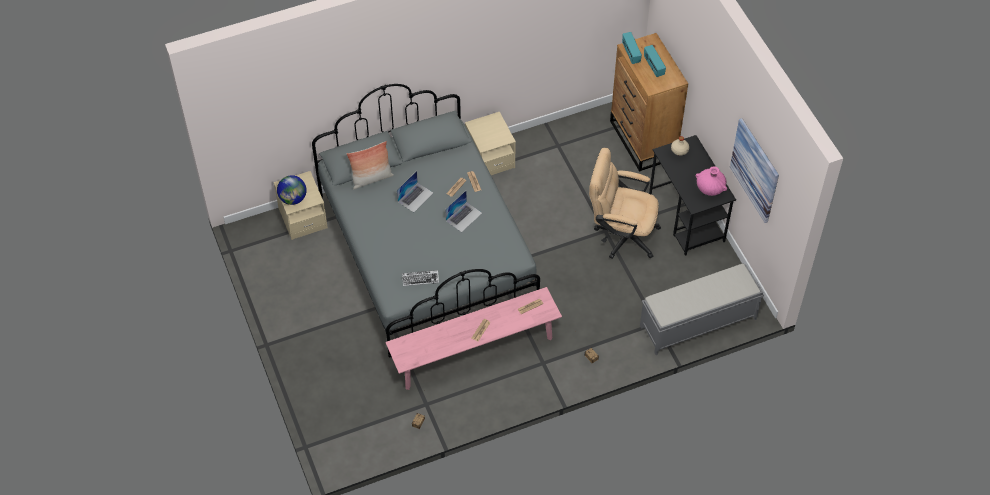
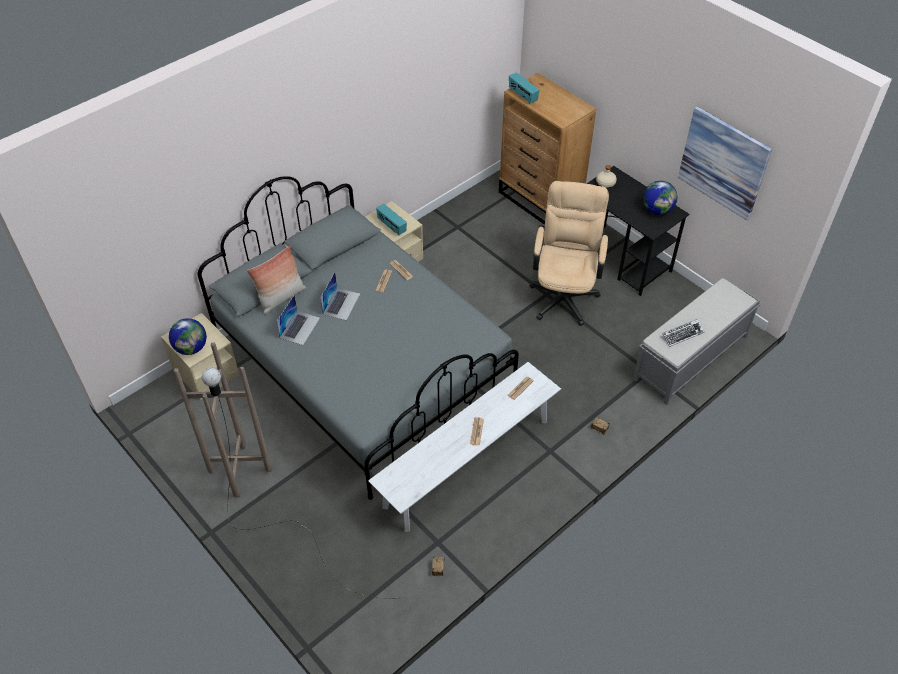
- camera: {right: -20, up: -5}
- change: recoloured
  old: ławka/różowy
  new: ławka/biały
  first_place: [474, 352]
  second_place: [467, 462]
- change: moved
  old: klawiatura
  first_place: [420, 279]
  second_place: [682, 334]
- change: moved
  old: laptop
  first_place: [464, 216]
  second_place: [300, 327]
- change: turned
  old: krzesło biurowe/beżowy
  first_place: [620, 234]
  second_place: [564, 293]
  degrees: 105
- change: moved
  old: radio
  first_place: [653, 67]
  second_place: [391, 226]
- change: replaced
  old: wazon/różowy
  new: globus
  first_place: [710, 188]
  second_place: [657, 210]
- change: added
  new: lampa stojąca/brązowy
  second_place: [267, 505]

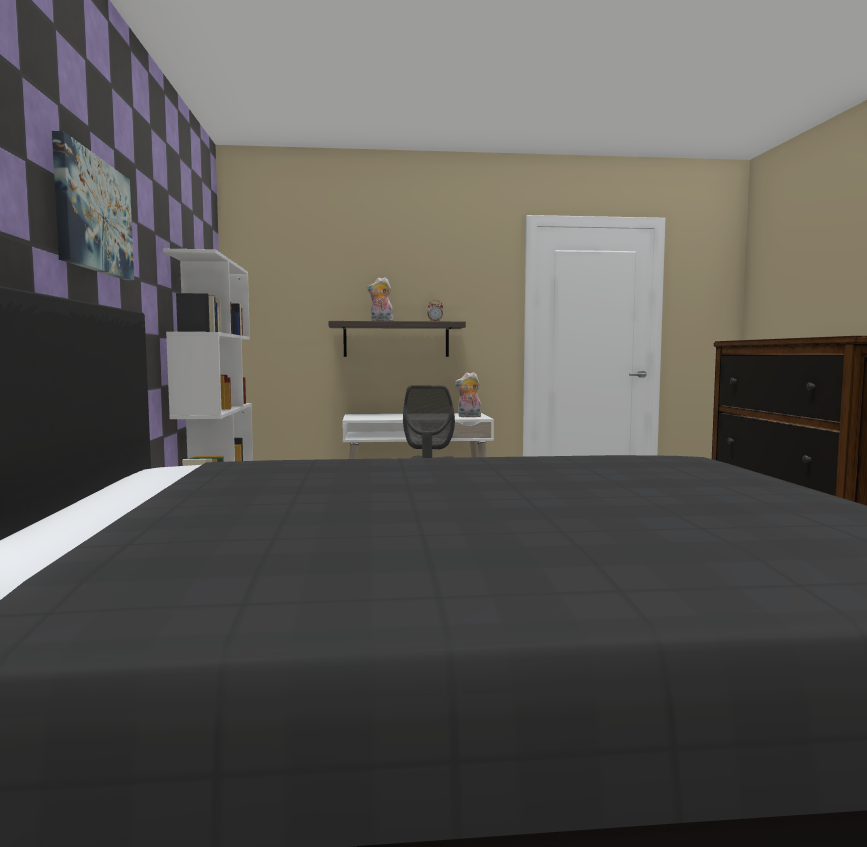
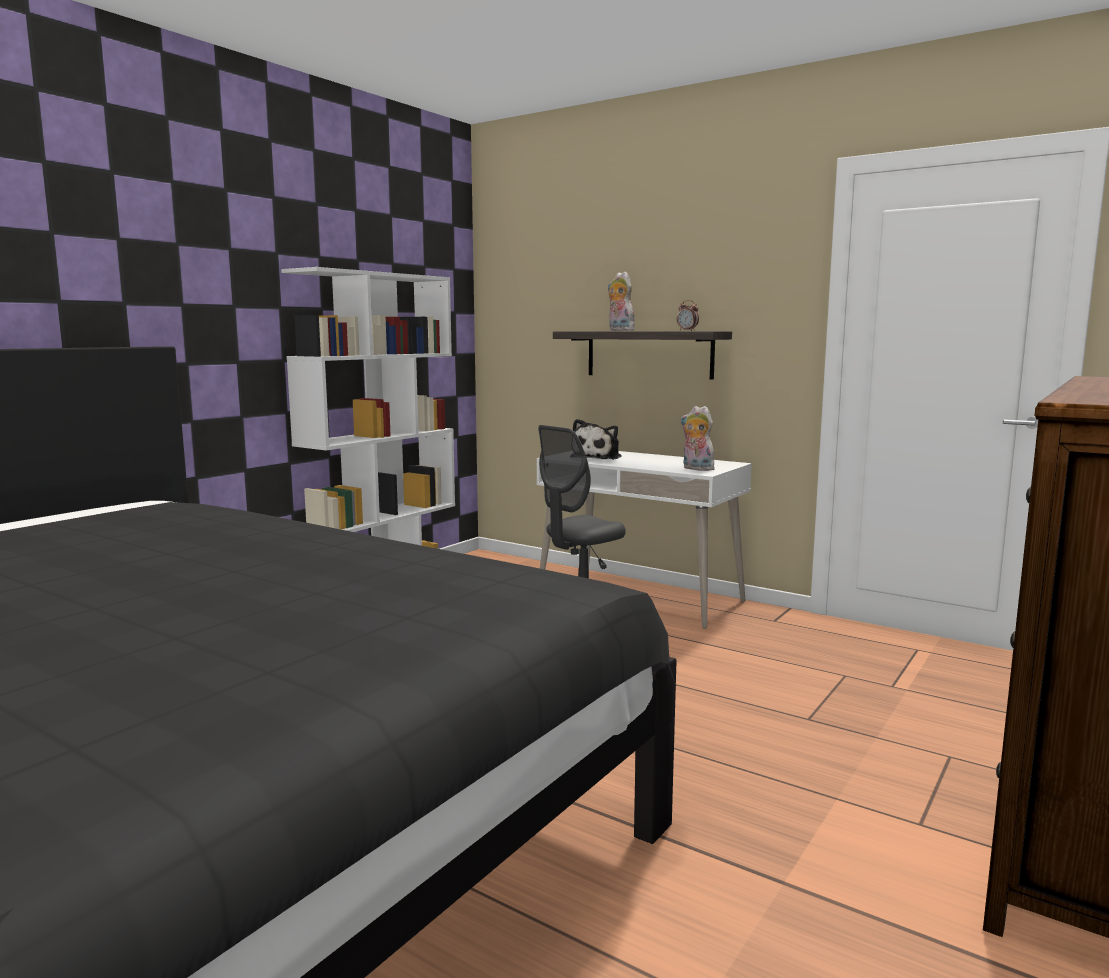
- camera: {right: 40, up: 5}
- change: removed
  old: obraz
  first_place: [93, 215]
- change: added
  new: pluszak
  second_place: [598, 457]

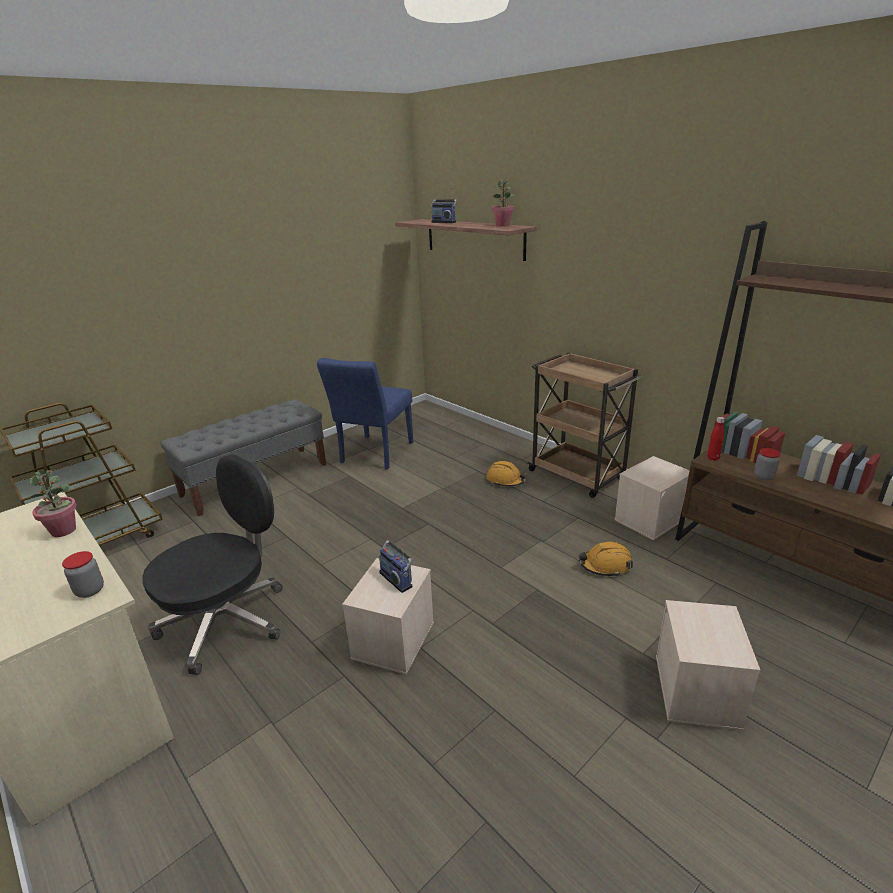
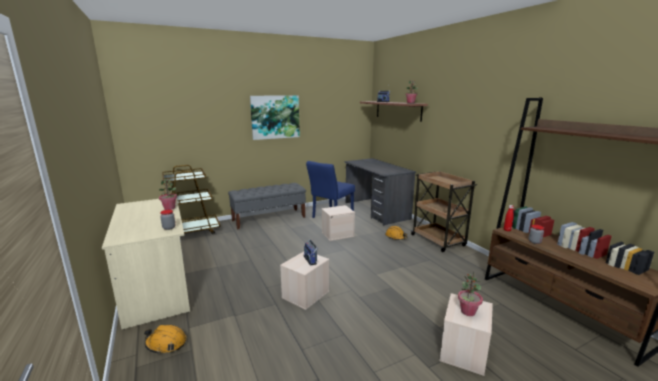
- camera: {right: 15, up: -10}
- change: removed
  old: krzesło biurowe/czarny
  first_place: [227, 621]
- change: moved
  old: kask/pomarańczowy
  first_place: [605, 565]
  second_place: [166, 343]
- change: moved
  old: pojemnik do przechowywania/beżowy
  first_place: [650, 519]
  second_place: [337, 234]
- change: added
  new: obraz
  second_place: [275, 117]
- change: added
  new: biurko/szary
  second_place: [376, 211]
- change: added
  new: roślina doniczkowa
  second_place: [468, 312]

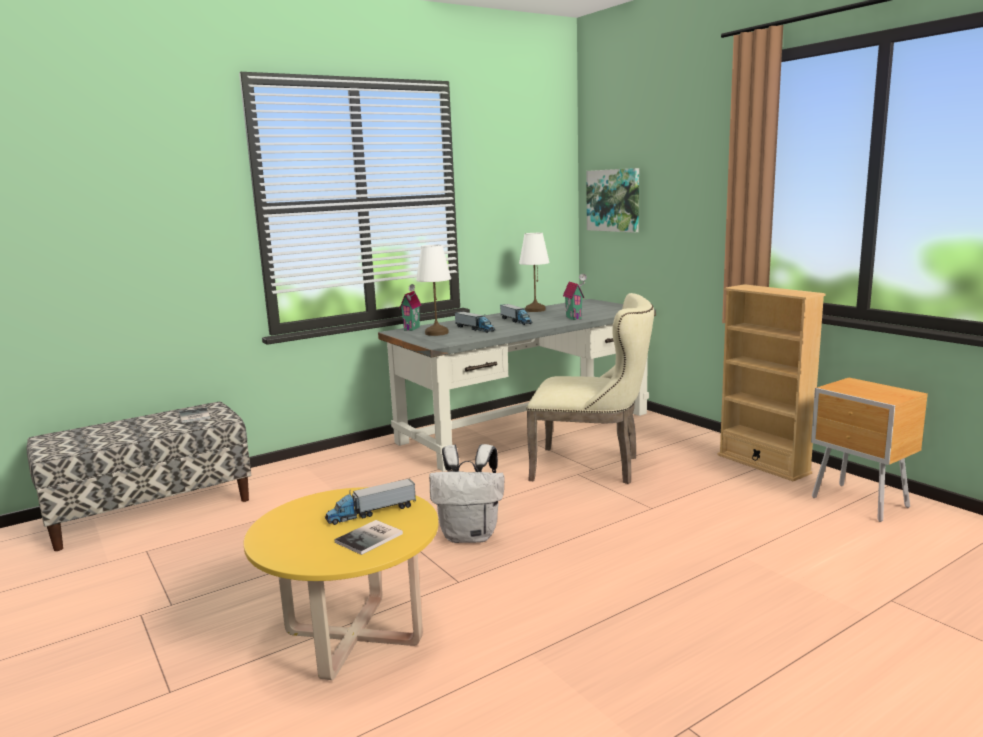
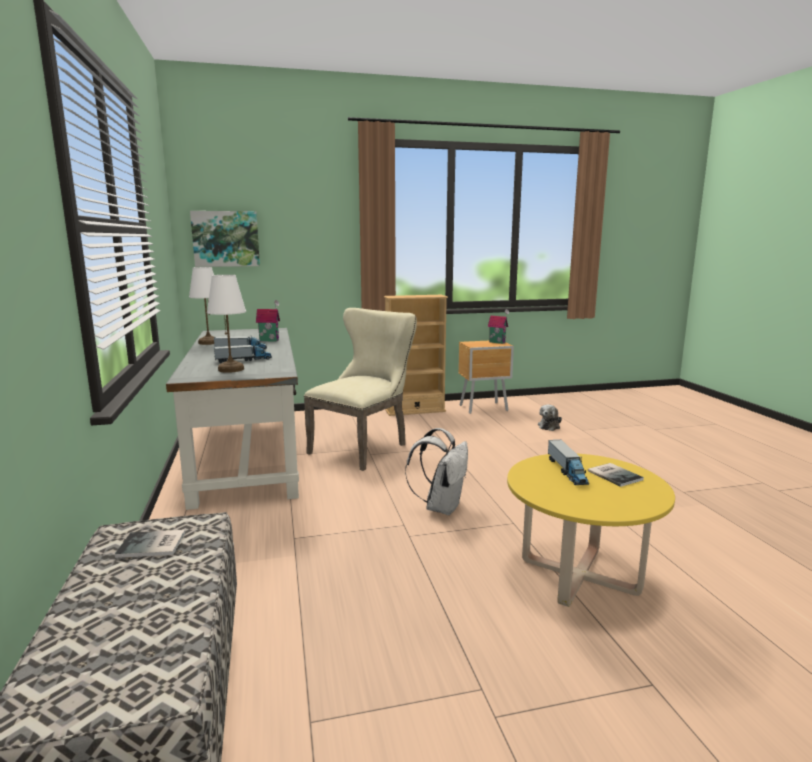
- camera: {right: -70, up: 0}
- change: moved
  old: domek
  first_place: [413, 328]
  second_place: [497, 342]
- change: added
  new: pluszak
  second_place: [549, 426]

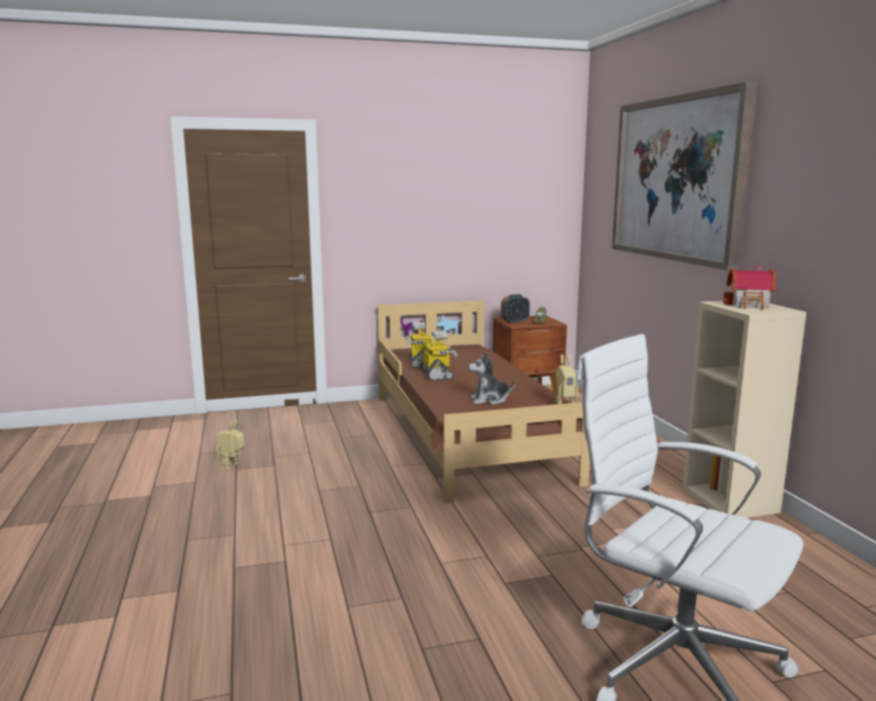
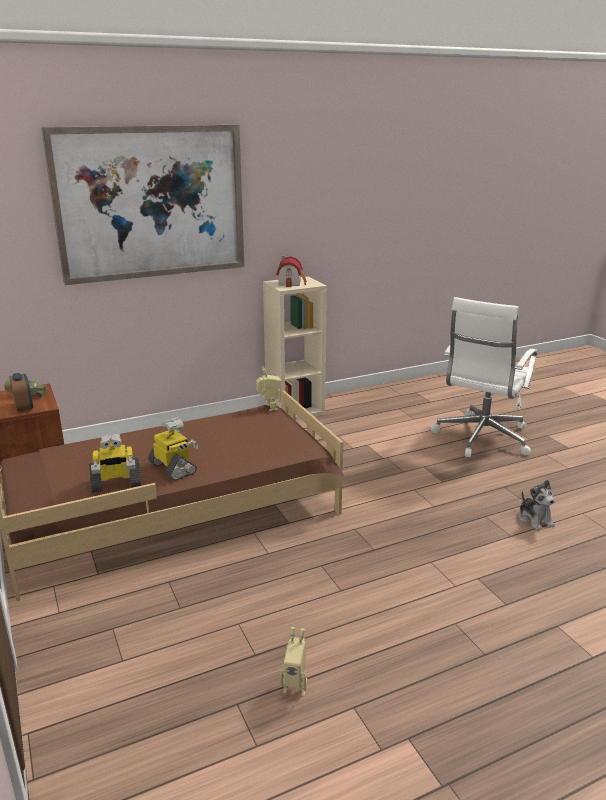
- camera: {right: -100, up: 10}
- change: turned
  old: robot zabawkowy
  first_place: [437, 375]
  second_place: [174, 468]
  degrees: 75
- change: moved
  old: pluszak
  first_place: [489, 400]
  second_place: [535, 519]

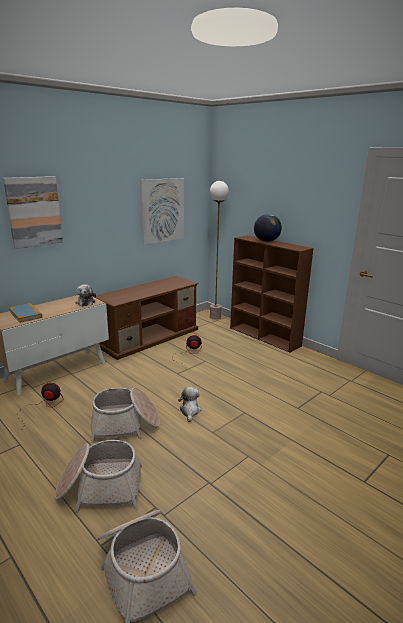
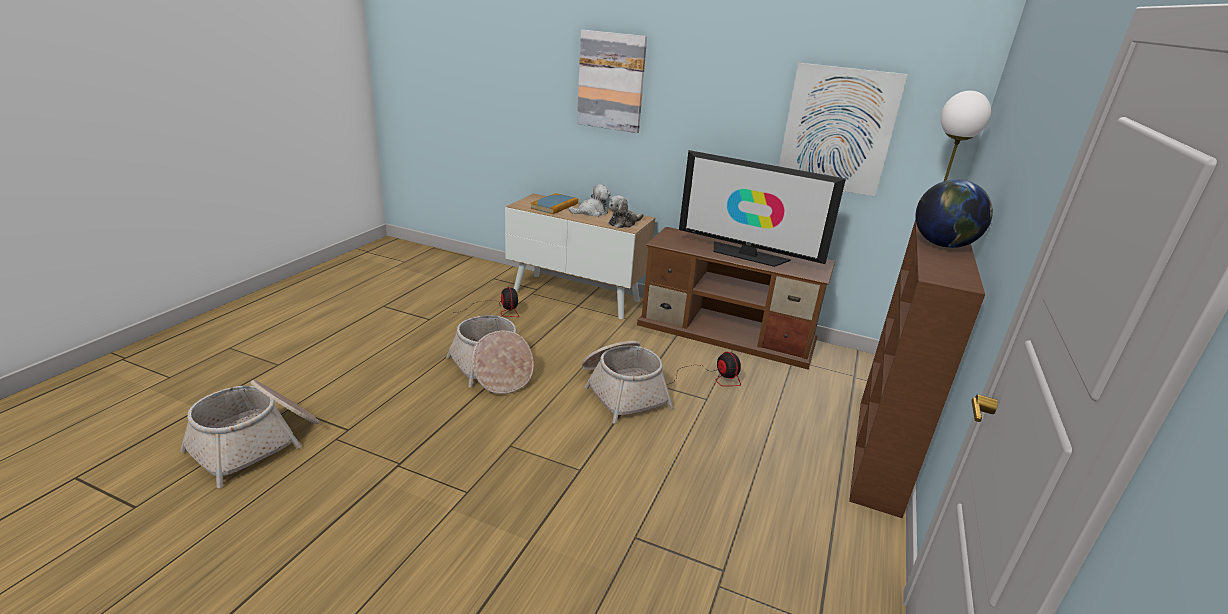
- camera: {right: 65, up: 5}
- change: moved
  old: koszyk
  first_place: [100, 487]
  second_place: [622, 391]
- change: moved
  old: pluszak
  first_place: [190, 411]
  second_place: [591, 212]
- change: added
  new: telewizor
  second_place: [747, 255]

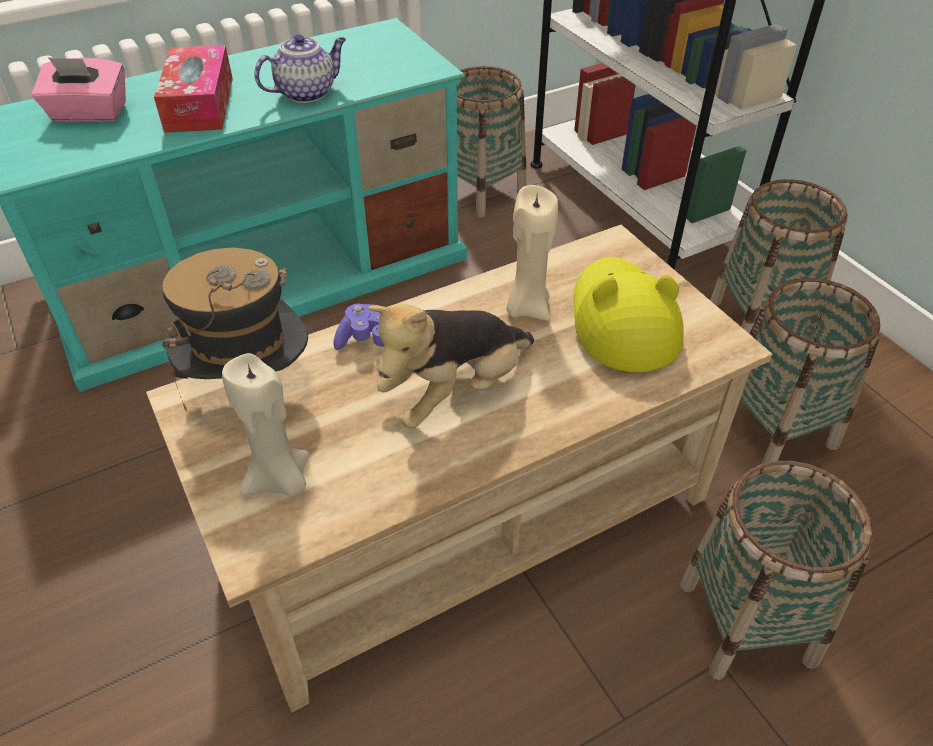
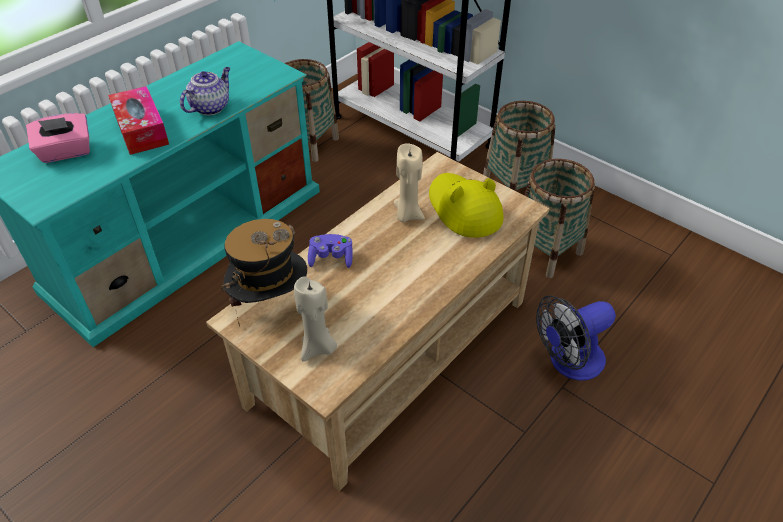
- camera: {right: -20, up: 0}
- change: removed
  old: pluszak
  first_place: [455, 392]
- change: replaced
  old: koszyk
  new: wentylator
  first_place: [747, 622]
  second_place: [568, 362]

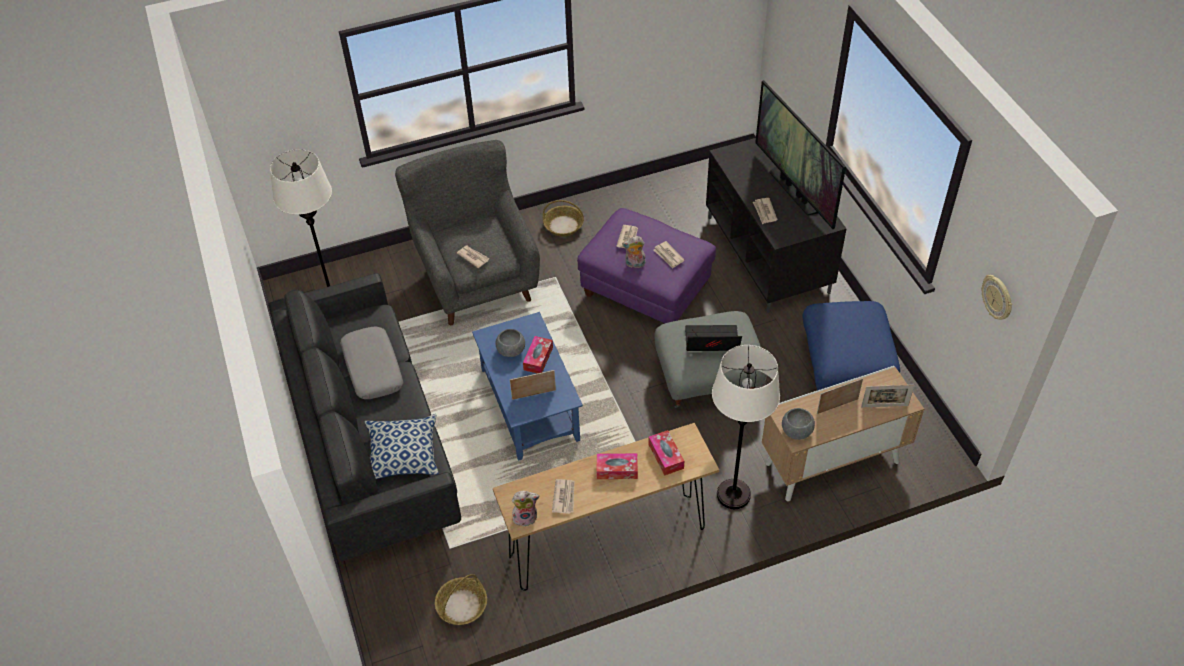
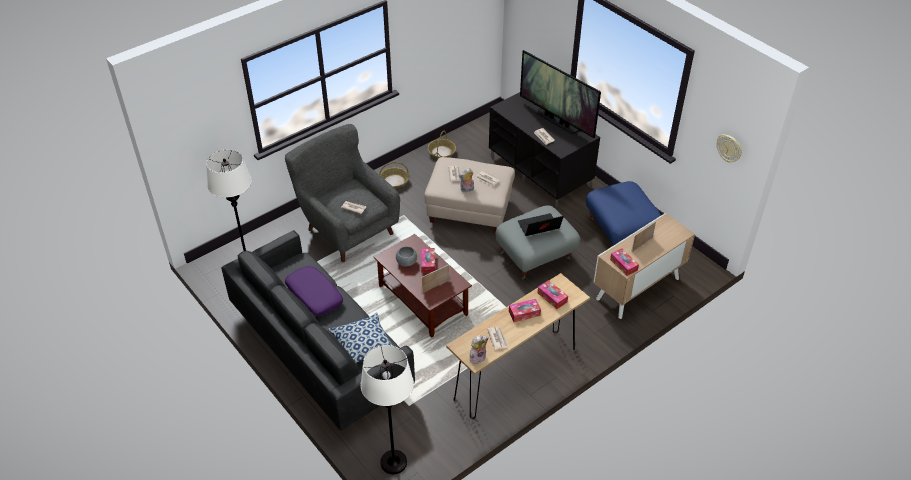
- camera: {right: -20, up: -5}
- change: recoloured
  old: poduszka/szary
  new: poduszka/fioletowy
  first_place: [372, 368]
  second_place: [314, 295]
- change: moved
  old: koszyk
  first_place: [462, 606]
  second_place: [441, 152]
- change: recoloured
  old: ława/niebieski
  new: ława/brązowy
  first_place: [529, 404]
  second_place: [422, 300]
- change: recoloured
  old: pufa/fioletowy
  new: pufa/beżowy
  first_place: [646, 290]
  second_place: [469, 210]
- change: moved
  old: lampa stojąca/biały
  first_place: [733, 494]
  second_place: [393, 462]
- change: replaced
  old: miska/szary
  new: pudełko chusteczek
  first_place: [796, 431]
  second_place: [623, 265]
- change: removed
  old: ramka na zdjęcie
  first_place: [884, 406]

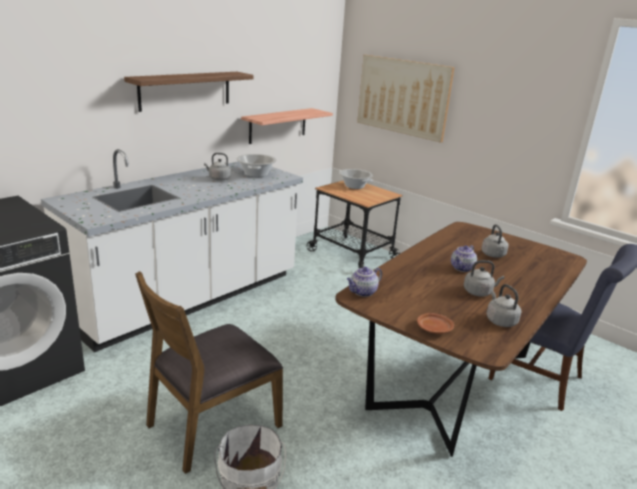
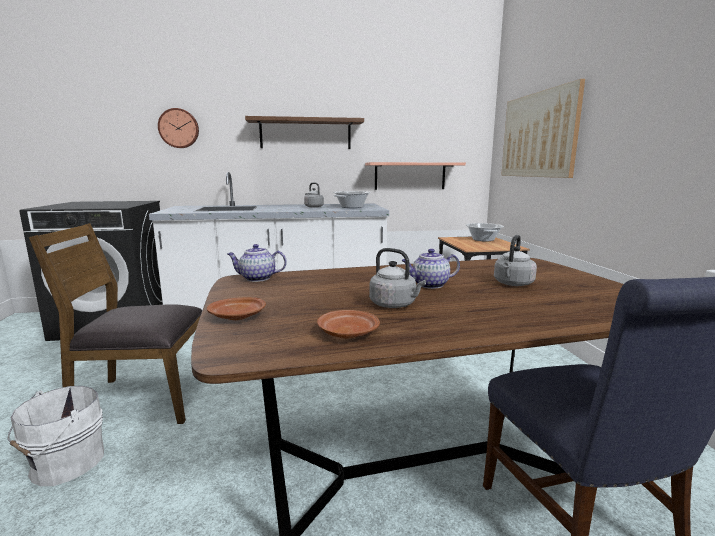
- camera: {right: 40, up: -10}
- change: replaced
  old: czajnik/szary
  new: talerz/brązowy
  first_place: [500, 320]
  second_place: [347, 333]
- change: added
  new: zegar ścienny
  second_place: [179, 128]

